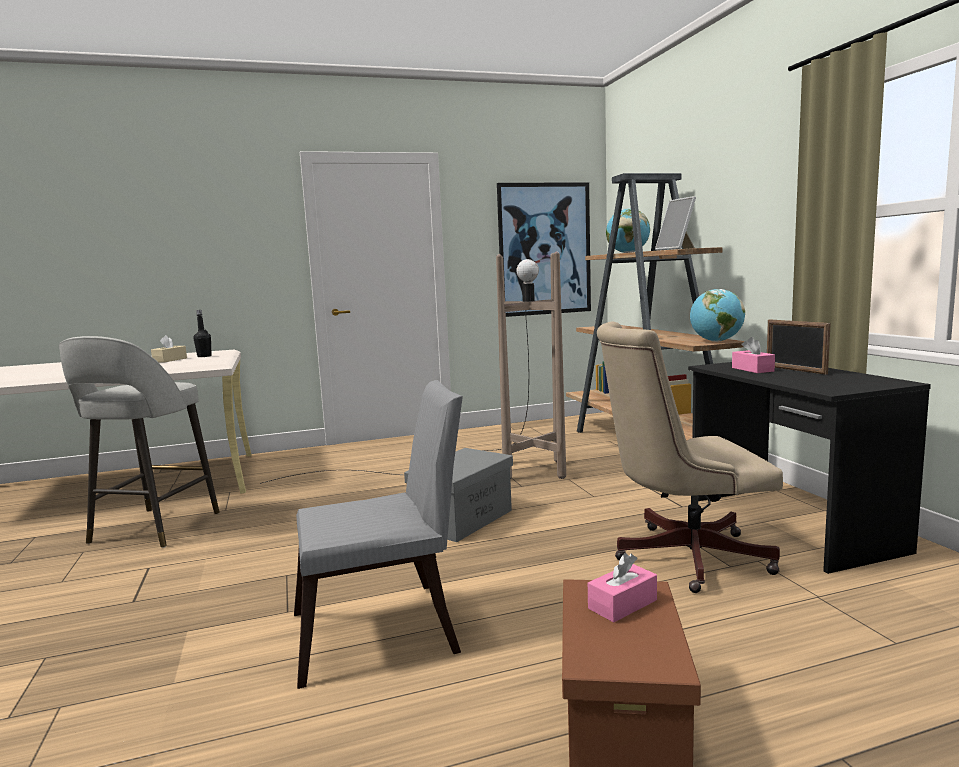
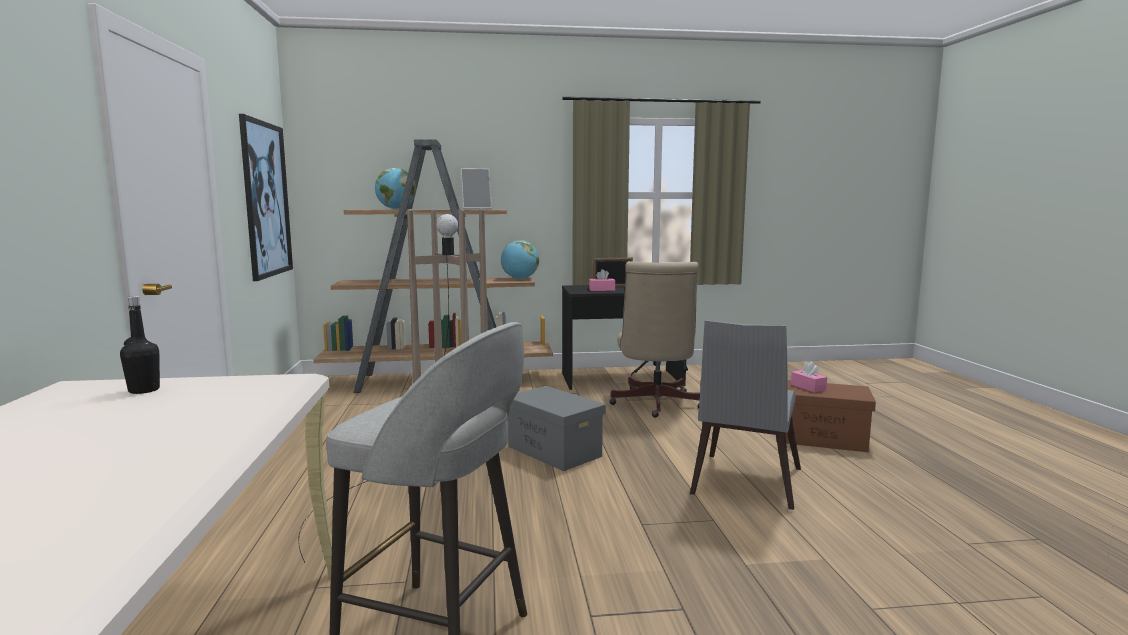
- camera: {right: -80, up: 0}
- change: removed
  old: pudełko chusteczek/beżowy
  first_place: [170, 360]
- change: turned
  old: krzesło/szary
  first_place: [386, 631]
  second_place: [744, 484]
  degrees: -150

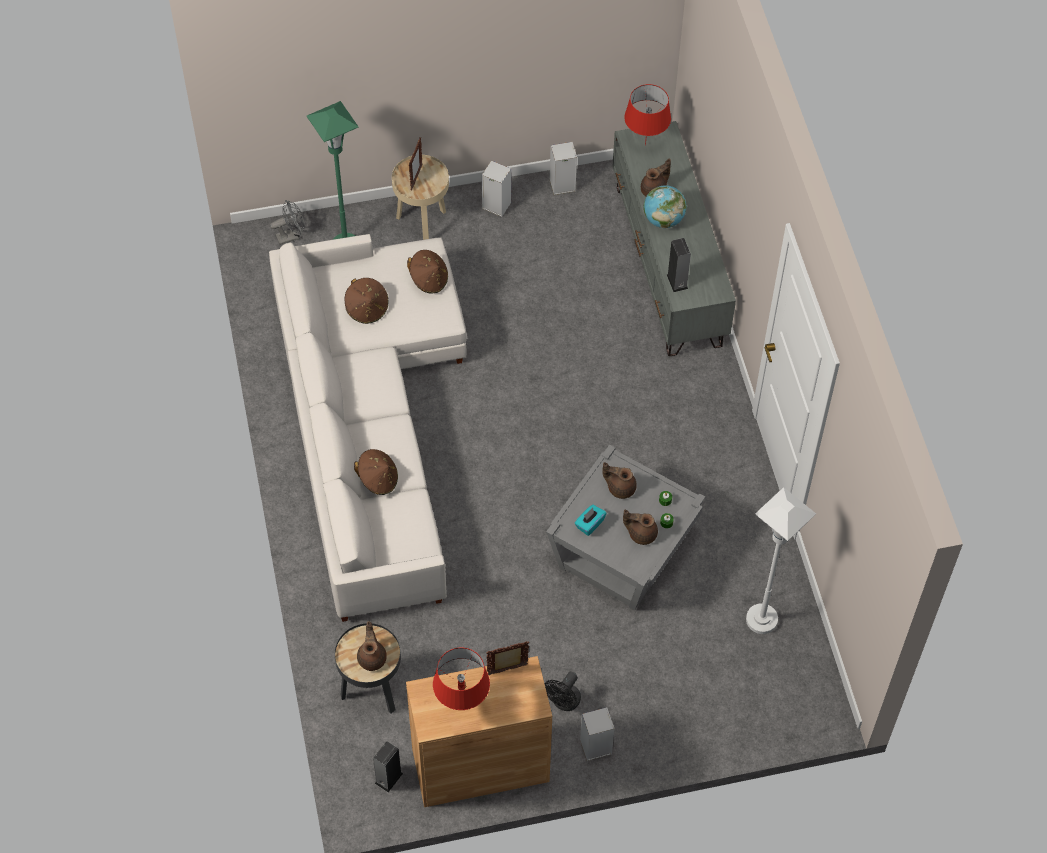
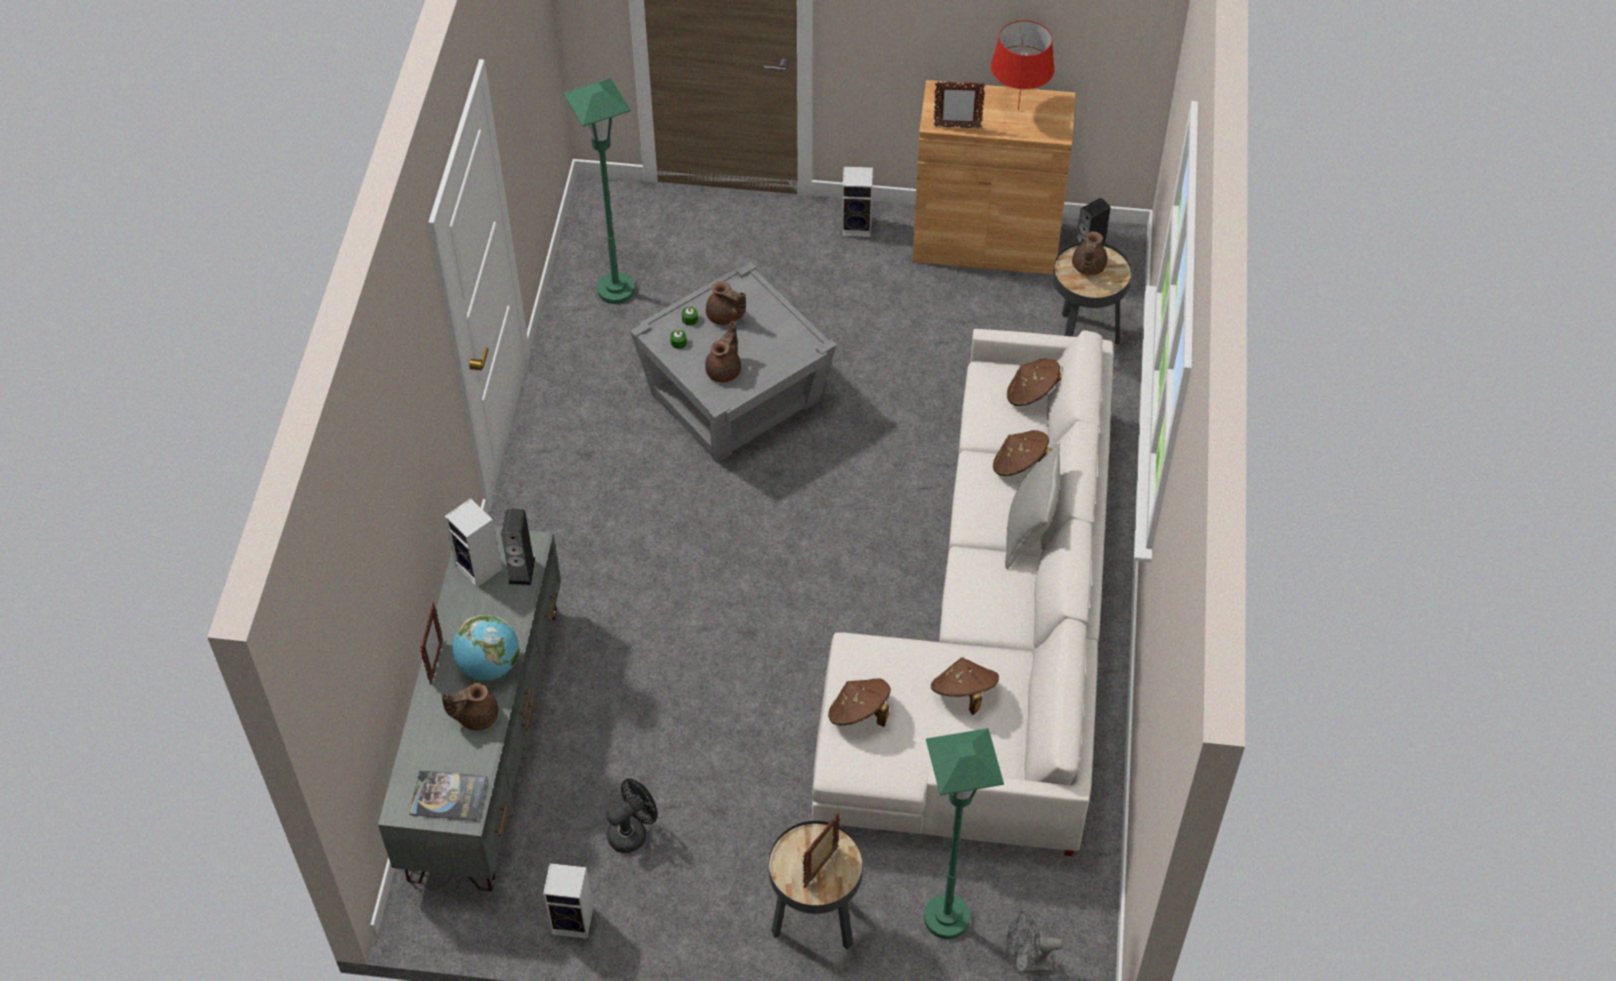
- camera: {right: -160, up: -5}
- change: recoloured
  old: stolik/beżowy
  new: stolik/czarny
  first_place: [422, 224]
  second_place: [815, 920]
- change: moved
  old: głośnik
  first_place: [495, 205]
  second_place: [480, 568]
- change: moved
  old: wentylator/czarny
  first_place: [564, 702]
  second_place: [632, 832]
- change: removed
  old: pudełko chusteczek/turkusowy
  first_place: [589, 524]
- change: turned
  old: imbryk/brązowy
  first_place: [620, 487]
  second_place: [724, 370]
  degrees: -105
- change: replaced
  old: lampa stołowa/czerwony
  new: książka
  first_place: [645, 144]
  second_place: [448, 796]
- change: recoloured
  old: lampa stojąca/biały
  new: lampa stojąca/zielony
  first_place: [761, 620]
  second_place: [616, 290]
- change: added
  new: ramka na zdjęcie
  second_place: [436, 663]
- change: added
  new: poduszka/szary
  second_place: [1029, 533]
- change: added
  new: kapelusz/brązowy
  second_place: [1032, 395]

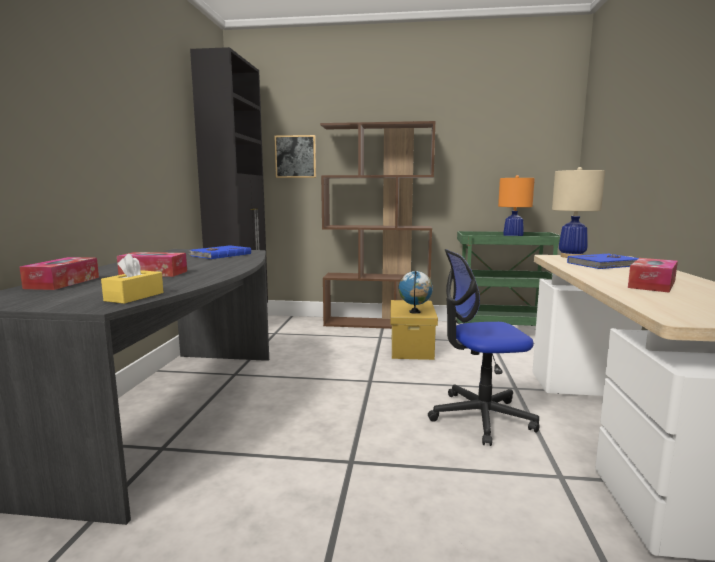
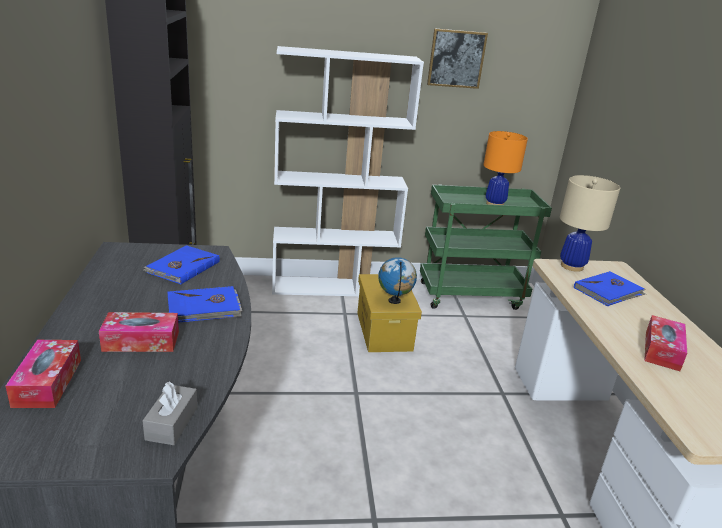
- camera: {right: -15, up: 15}
- change: recoloured
  old: pudełko chusteczek/żółty
  new: pudełko chusteczek/szary
  first_place: [134, 297]
  second_place: [172, 423]
- change: moved
  old: obraz
  first_place: [295, 156]
  second_place: [456, 58]
- change: recoloured
  old: regał/brązowy
  new: regał/biały
  first_place: [377, 323]
  second_place: [333, 287]
- change: removed
  old: krzesło biurowe
  first_place: [480, 417]
- change: added
  new: książka/niebieski
  second_place: [204, 308]

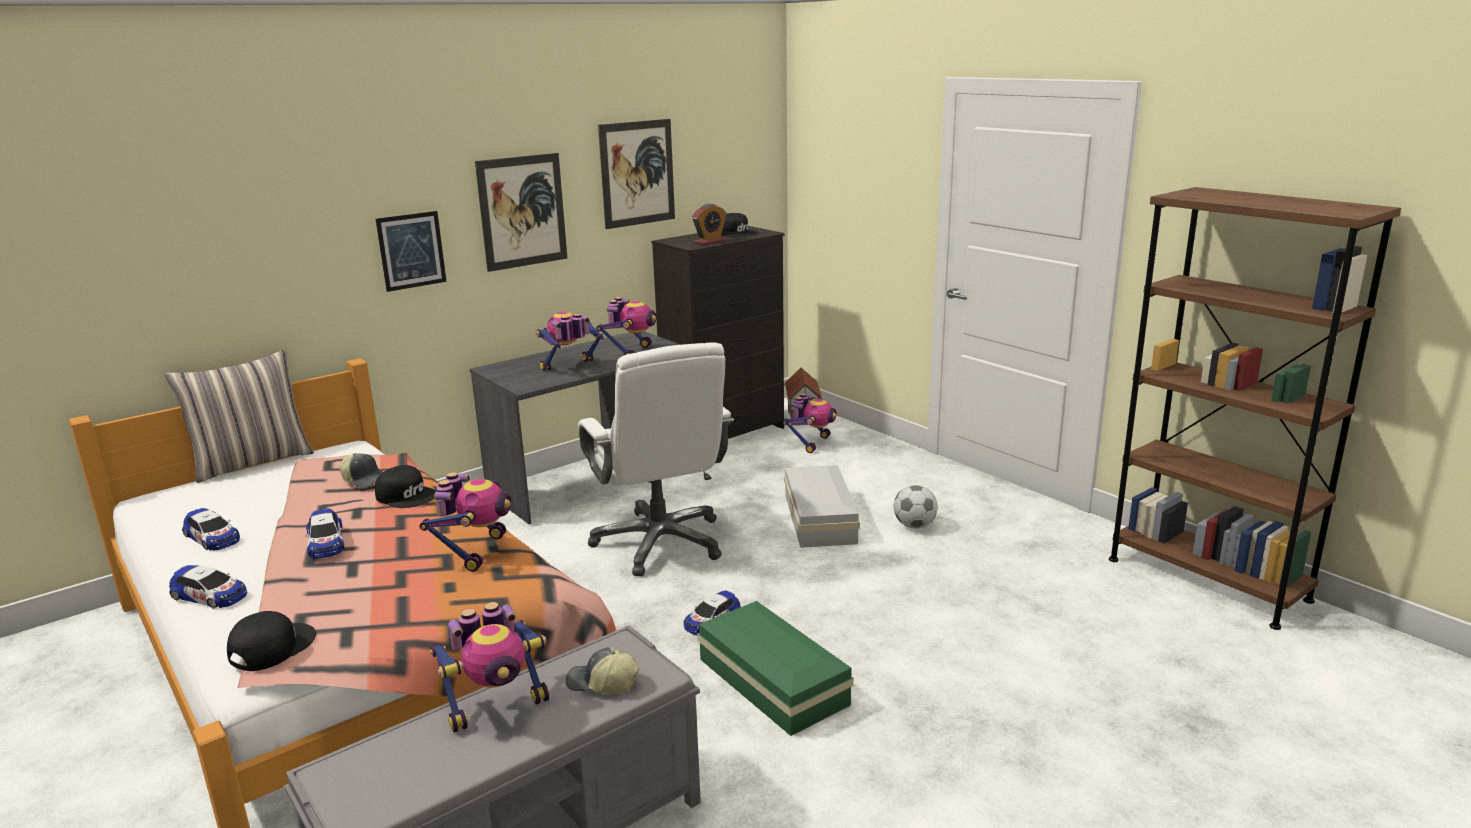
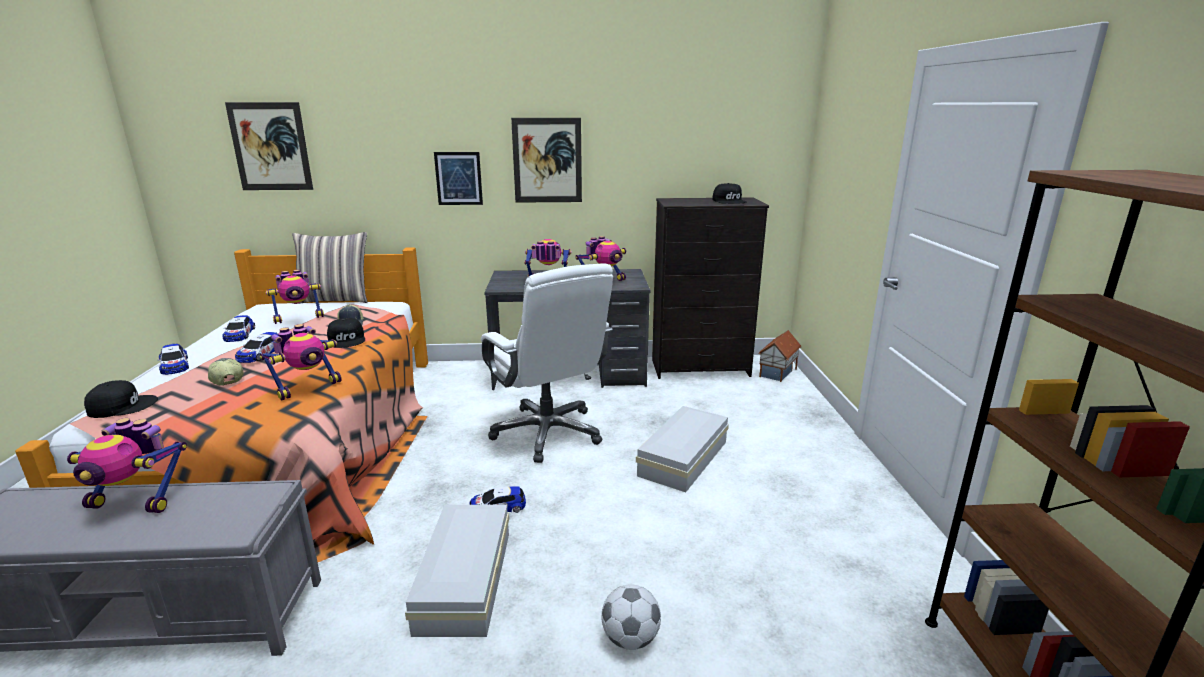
- camera: {right: 35, up: 0}
- change: moved
  old: czapka z daszkiem
  first_place: [602, 684]
  second_place: [225, 379]
- change: turned
  old: krzesło biurowe/biały
  first_place: [660, 542]
  second_place: [548, 433]
  degrees: -45
- change: moved
  old: obraz
  first_place: [637, 173]
  second_place: [270, 147]
- change: removed
  old: budzik
  first_place: [710, 242]
- change: recoloured
  old: pojemnik do przechowywania/zielony
  new: pojemnik do przechowywania/biały
  first_place: [772, 683]
  second_place: [462, 582]
- change: moved
  old: robot zabawkowy
  first_place: [812, 443]
  second_place: [299, 318]
- change: moved
  old: piłka futbolowa
  first_place: [914, 526]
  second_place: [630, 639]

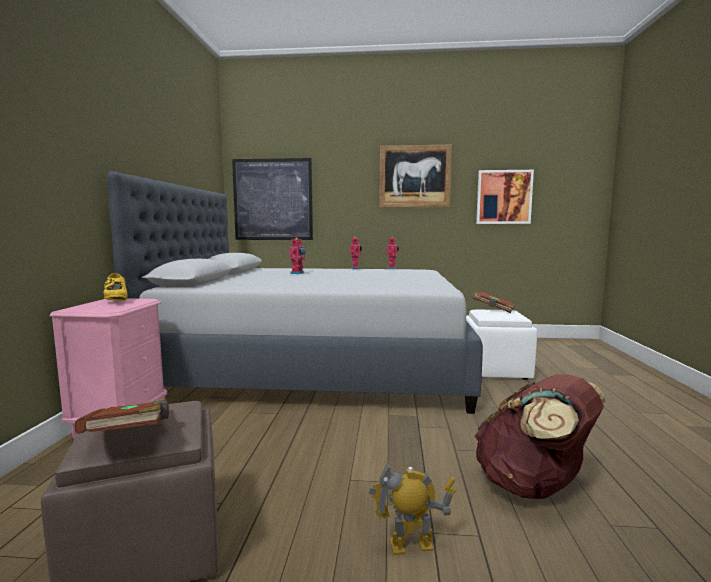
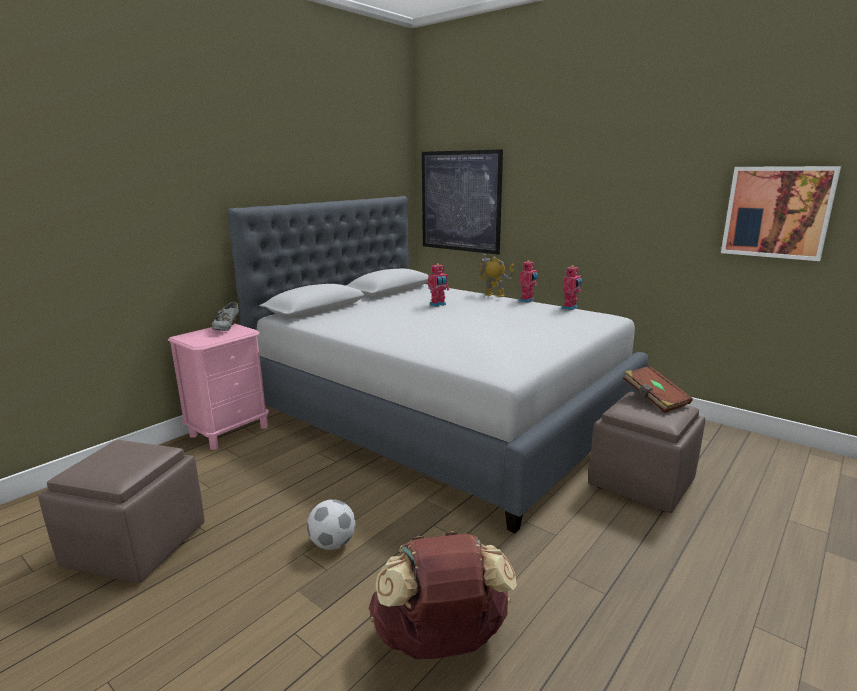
- camera: {right: 35, up: 10}
- change: removed
  old: książka/brązowy
  first_place: [131, 435]
- change: recoloured
  old: but/żółty
  new: but/szary
  first_place: [116, 301]
  second_place: [227, 329]
- change: moved
  old: robot zabawkowy
  first_place: [411, 546]
  second_place: [494, 295]
- change: removed
  old: obraz
  first_place: [414, 176]
- change: recoloured
  old: pufa/biały
  new: pufa/brązowy
  first_place: [495, 370]
  second_place: [641, 482]
- change: added
  new: piłka futbolowa
  second_place: [332, 544]

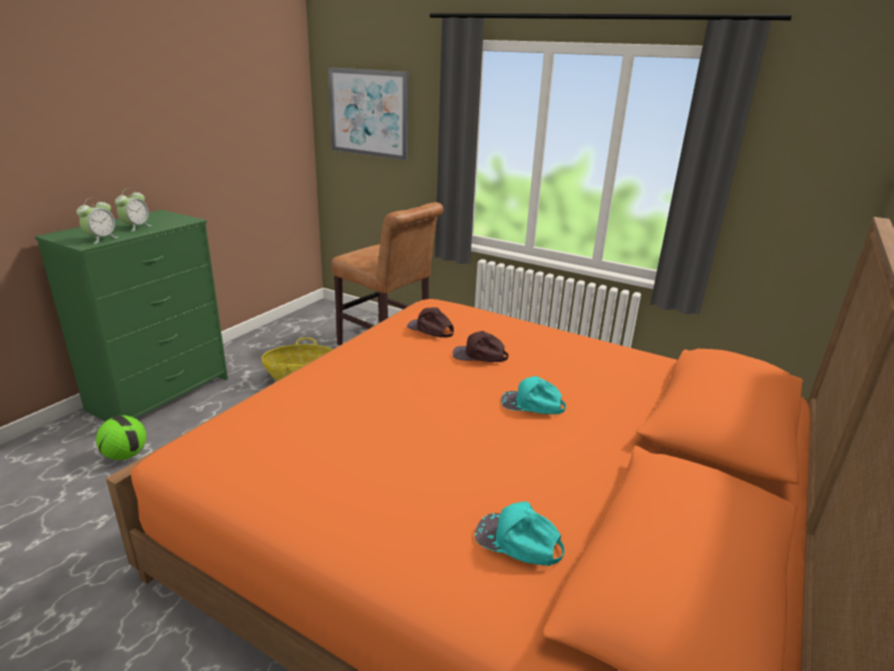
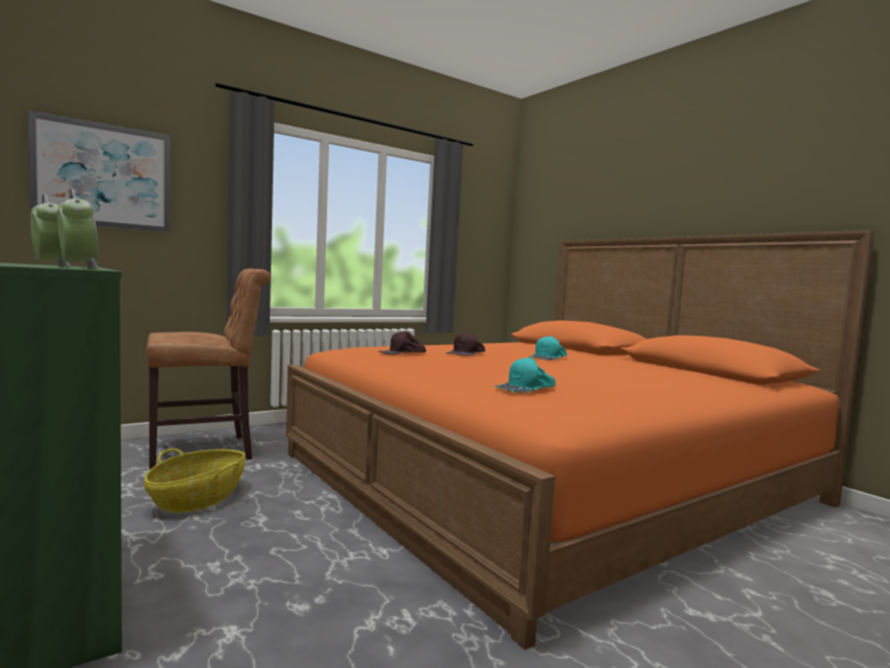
- camera: {right: -65, up: -20}
- change: removed
  old: piłka futbolowa
  first_place: [126, 455]
- change: moved
  old: czapka z daszkiem/turkusowy
  first_place: [518, 541]
  second_place: [526, 388]

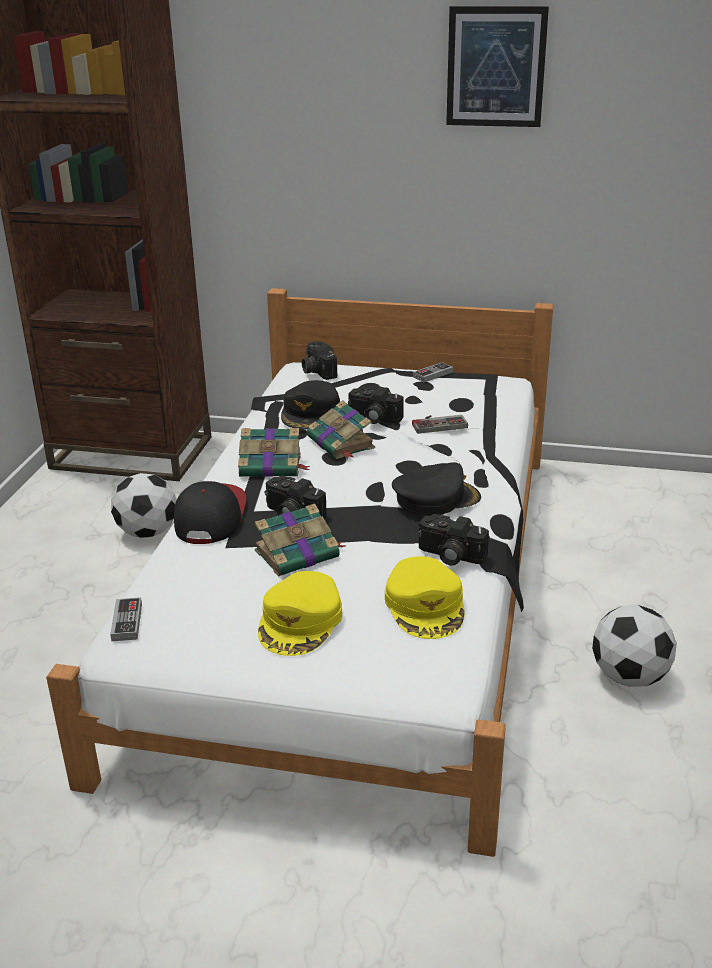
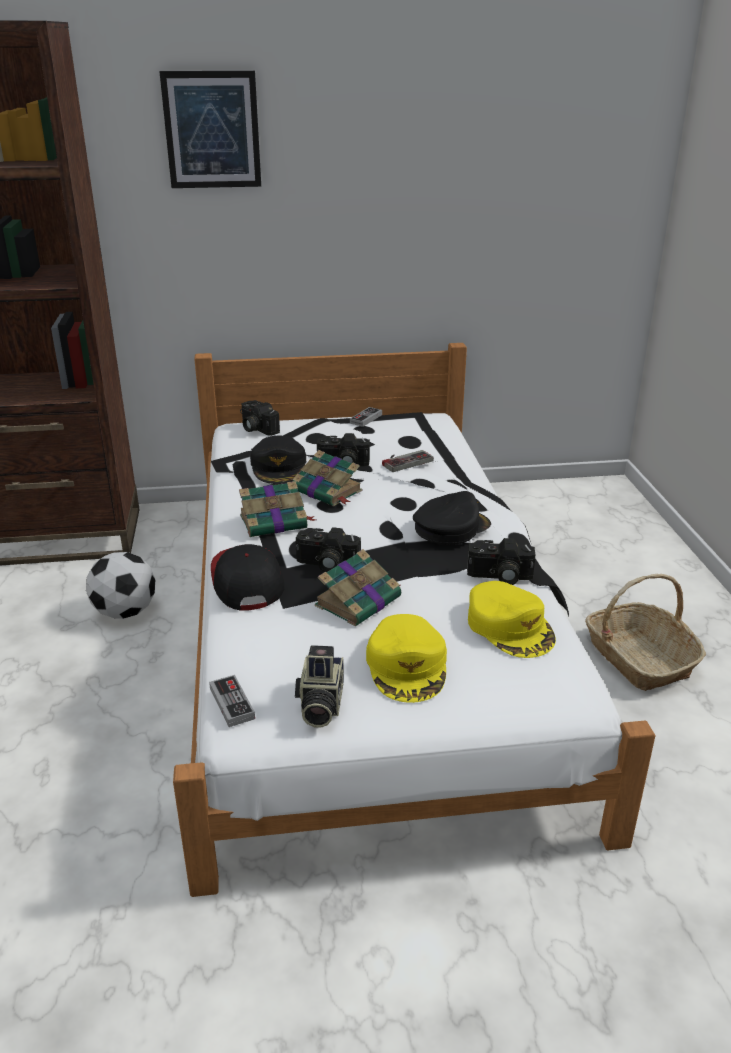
- camera: {right: -20, up: 0}
- change: moved
  old: obraz
  first_place: [495, 67]
  second_place: [212, 130]
- change: replaced
  old: piłka futbolowa
  new: koszyk
  first_place: [629, 676]
  second_place: [638, 658]
- change: added
  new: aparat fotograficzny
  second_place: [319, 705]

